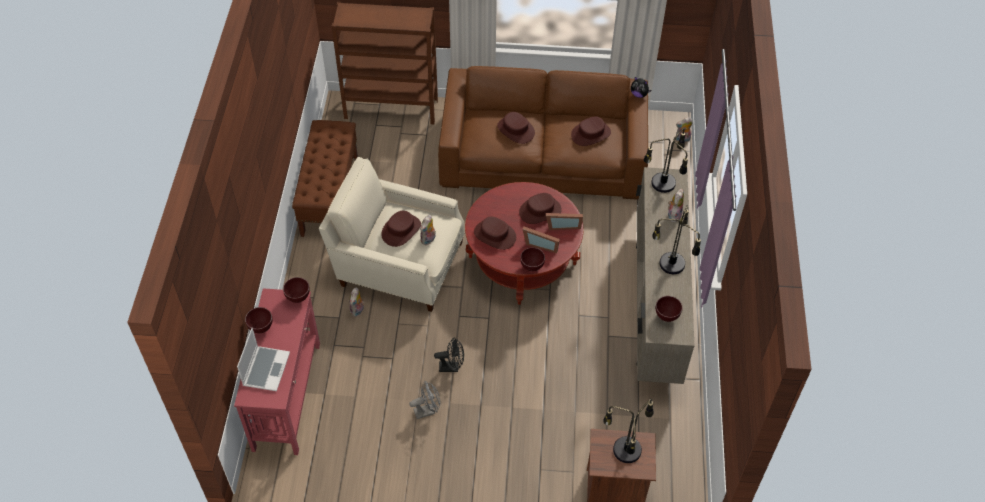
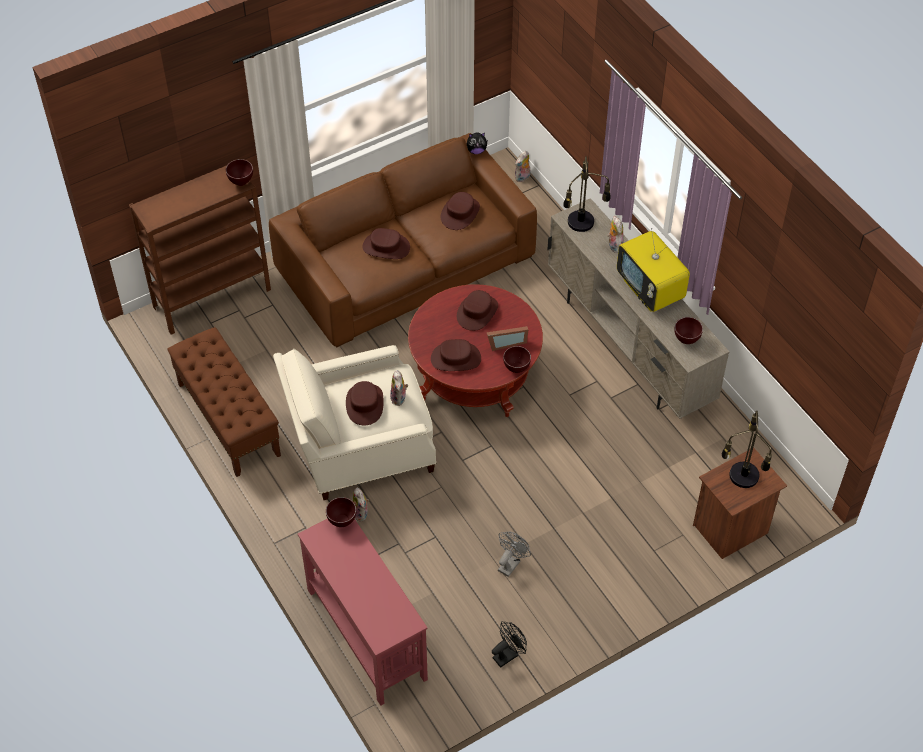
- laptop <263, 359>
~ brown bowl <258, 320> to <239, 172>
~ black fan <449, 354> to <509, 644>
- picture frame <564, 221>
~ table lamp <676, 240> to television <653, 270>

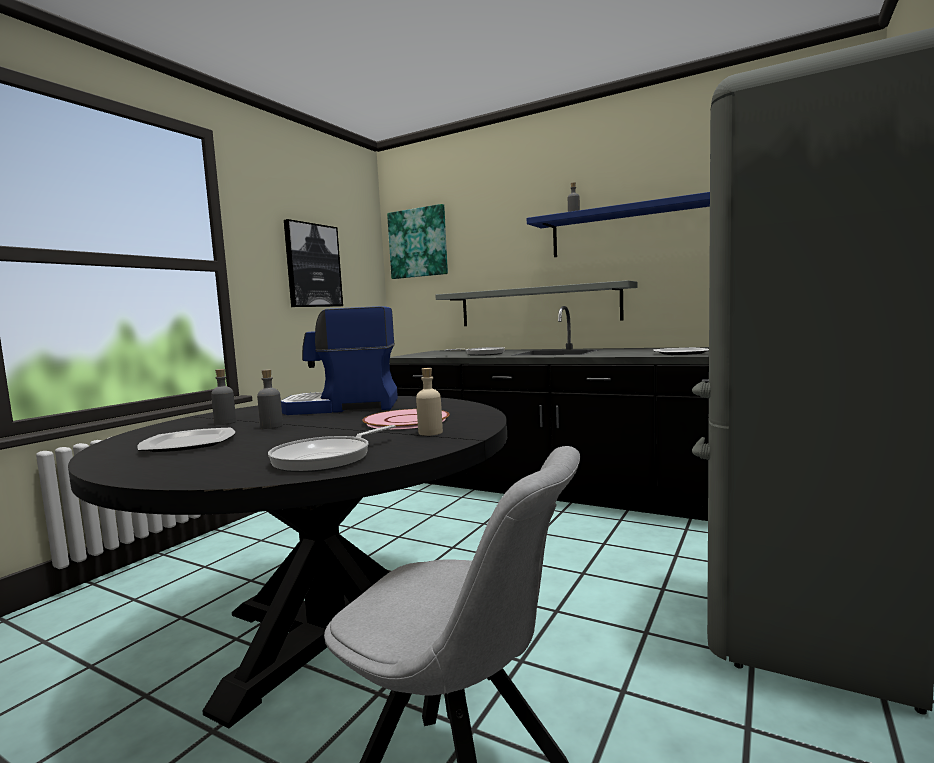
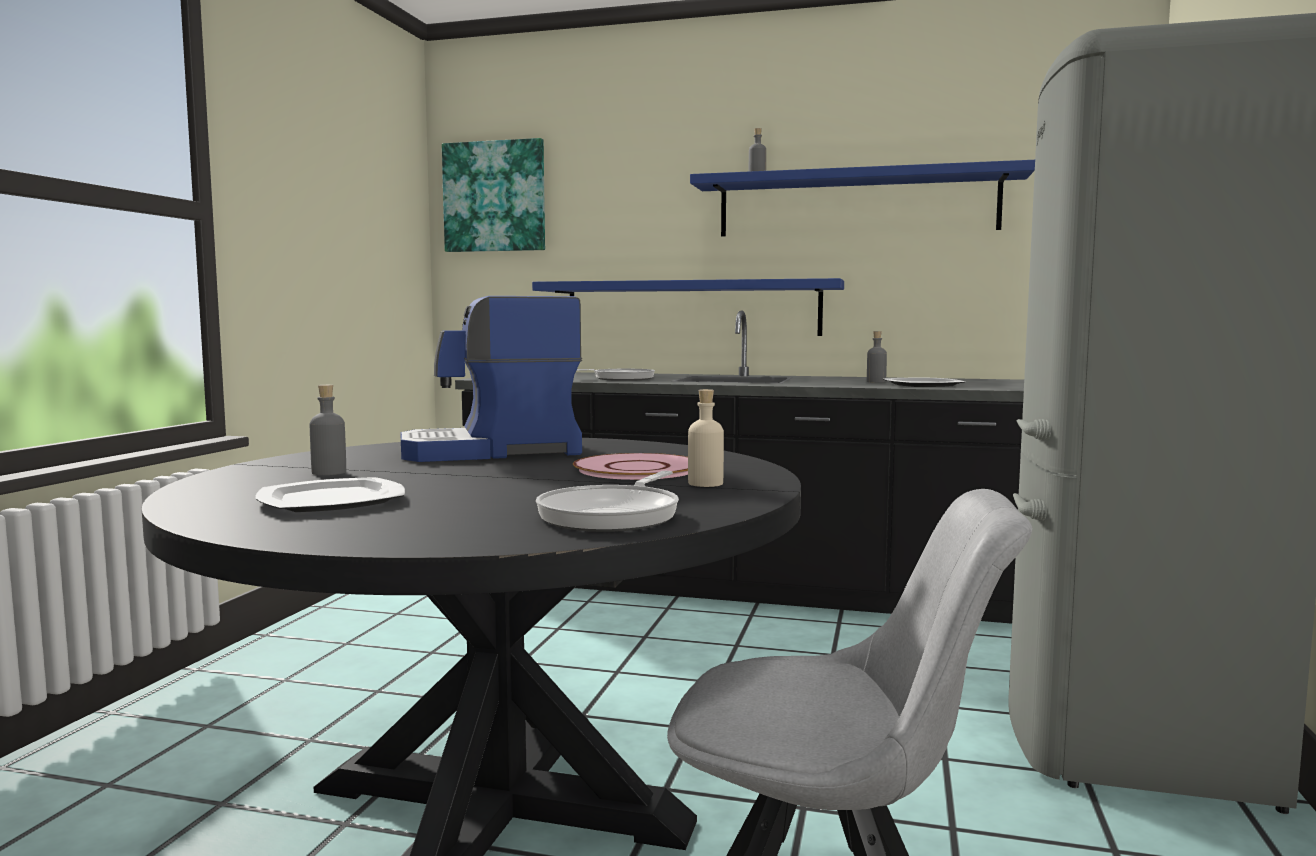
~ grey bottle <270, 399> to <877, 357>
- picture <313, 263>
~ grey shelf <536, 303> to blue shelf <688, 307>

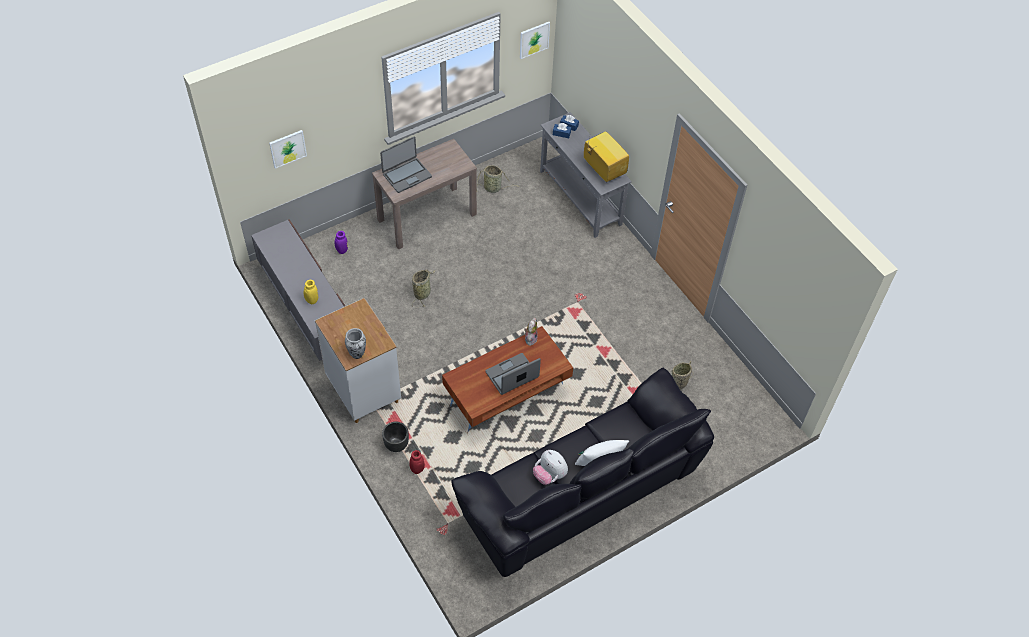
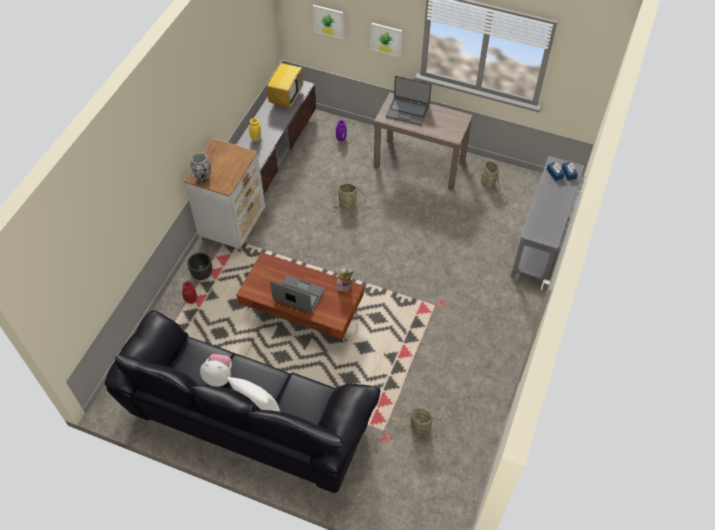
~ picture <535, 40> to <386, 40>
~ plush toy <550, 467> = <216, 370> 90 degrees clockwise
~ television <606, 156> to <285, 82>

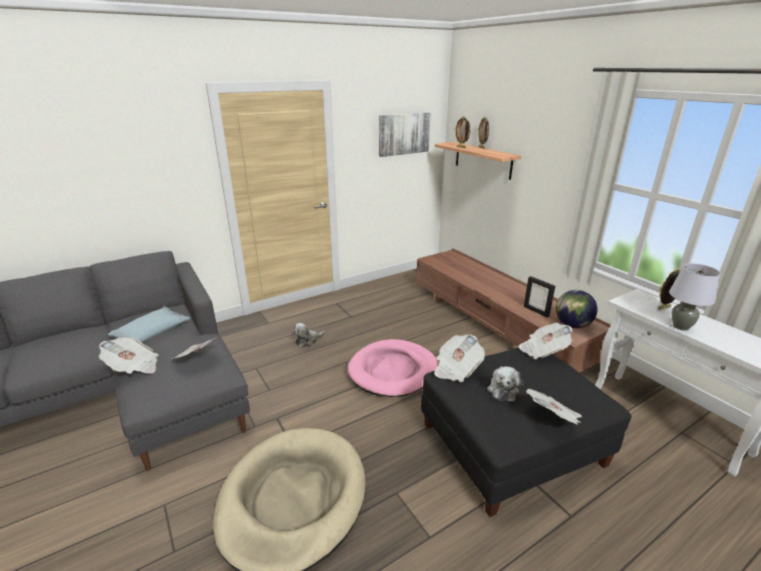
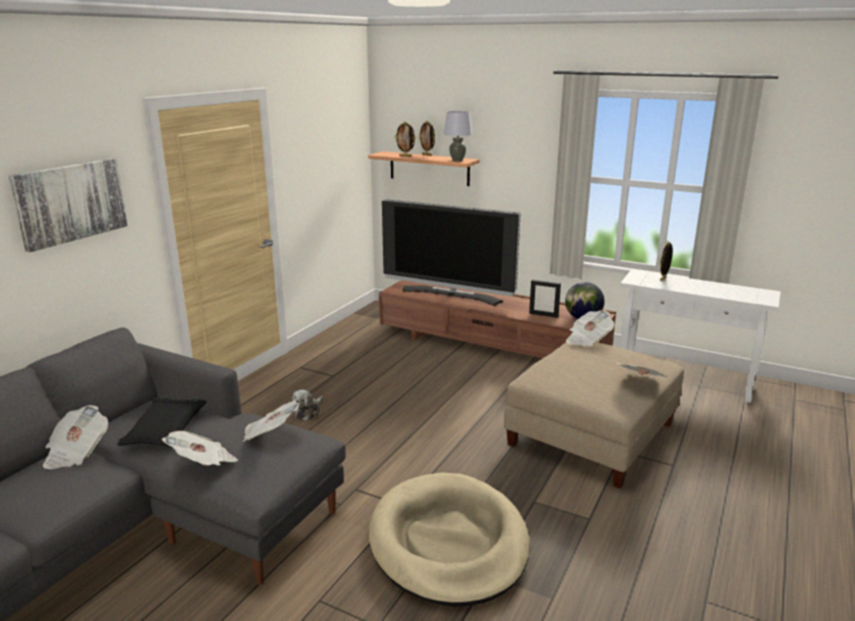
~ blue pillow <149, 324> to black pillow <162, 422>
- pink dog bed <392, 368>
~ picture <405, 134> to <68, 205>
~ black ottoman <526, 432> to beige ottoman <594, 415>
~ newspaper <459, 358> to <75, 437>
- plush toy <505, 384>
~ grey table lamp <695, 297> to <458, 136>
+ television <451, 252>

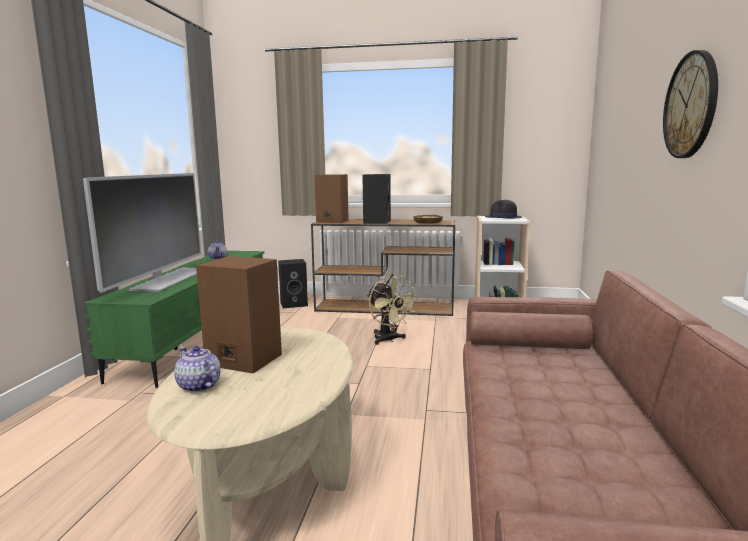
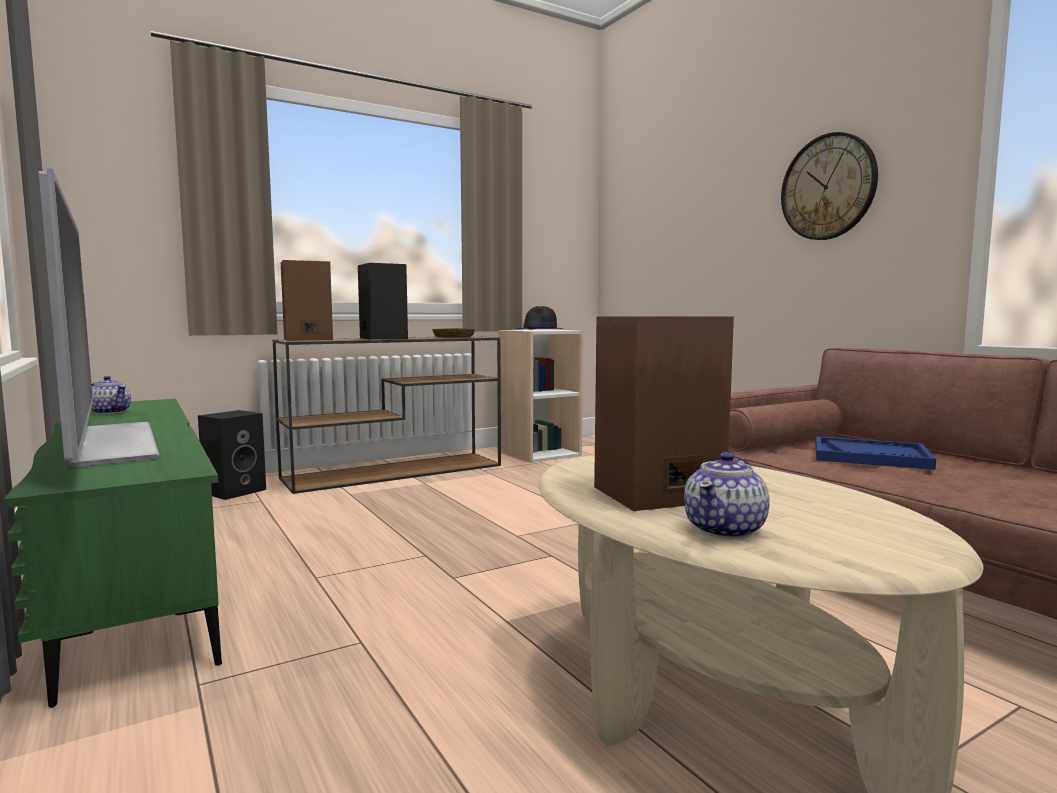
~ teapot <197, 369> = <727, 495> 60 degrees counterclockwise
- beige fan <393, 309>
+ blue tray <876, 453>

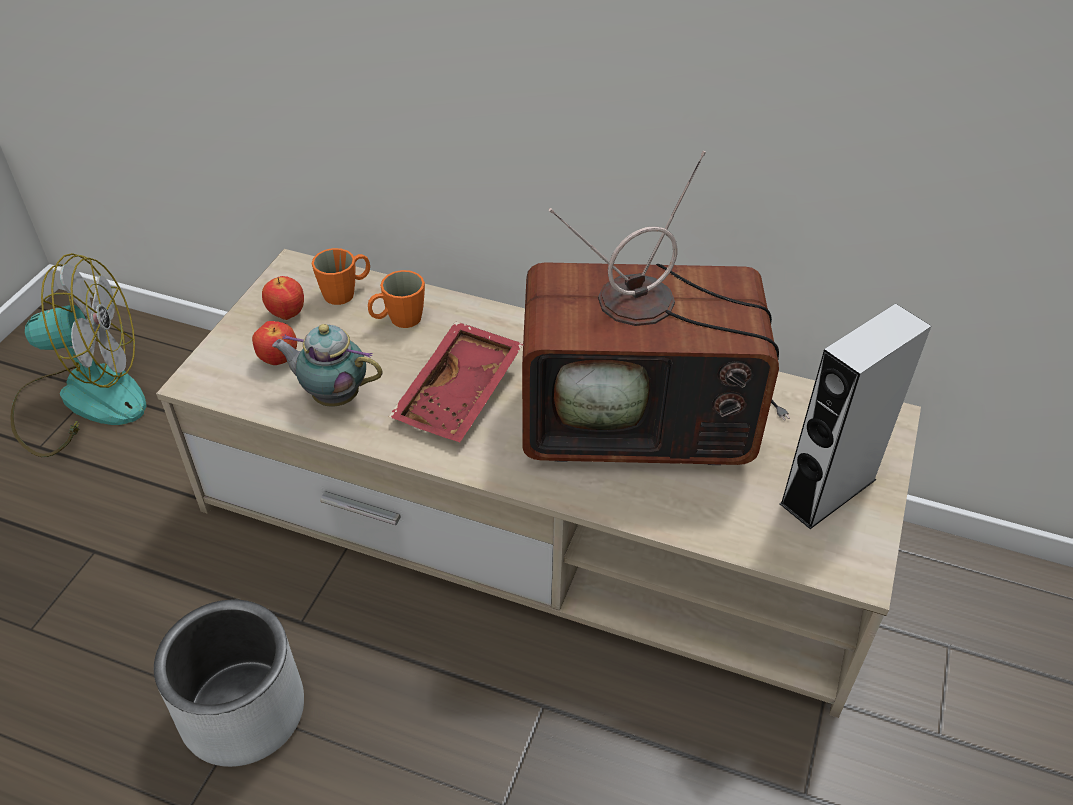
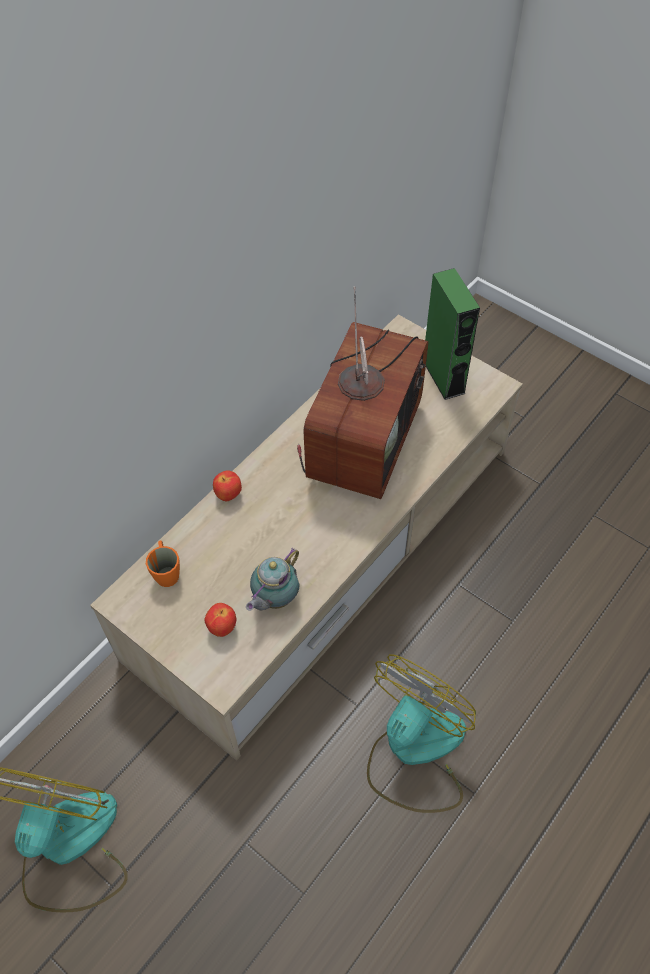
~ grey planter <229, 683> to fan <421, 733>
~ apple <283, 298> to <227, 485>
- orange mug <396, 299>
- red tray <456, 381>
~ grey speaker <855, 416> to green speaker <452, 334>

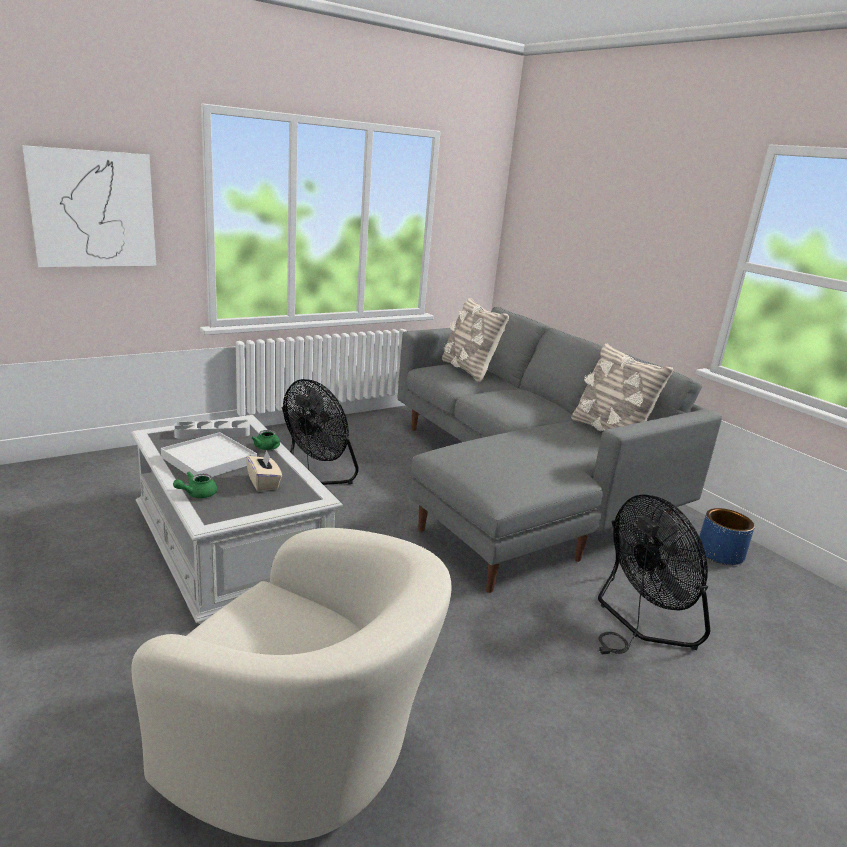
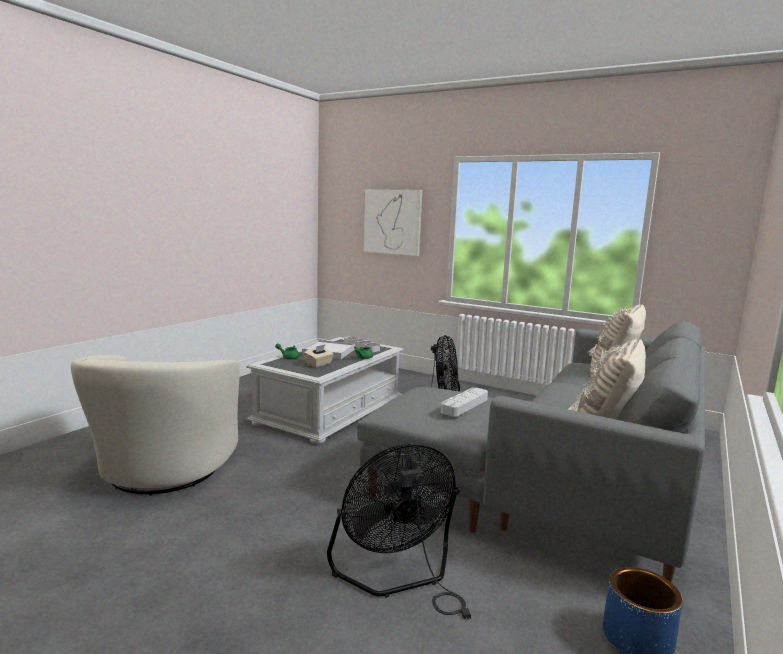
~ black fan <654, 574> = <399, 532> 150 degrees counterclockwise
+ grey tray <464, 402>

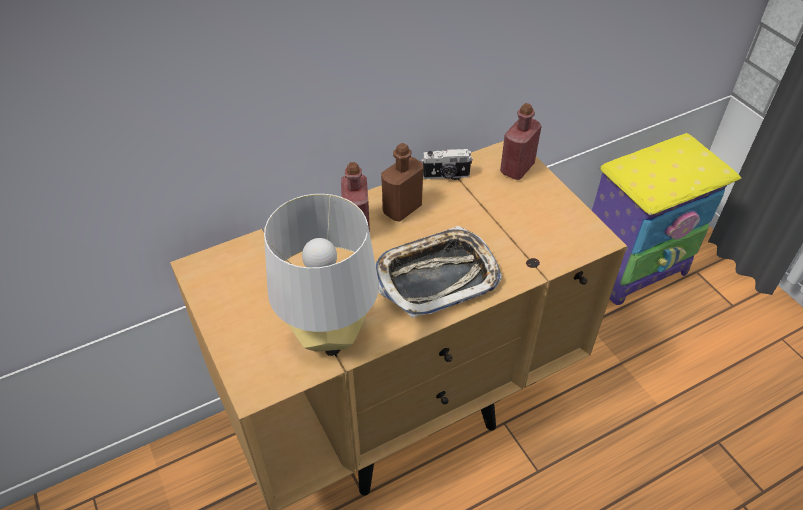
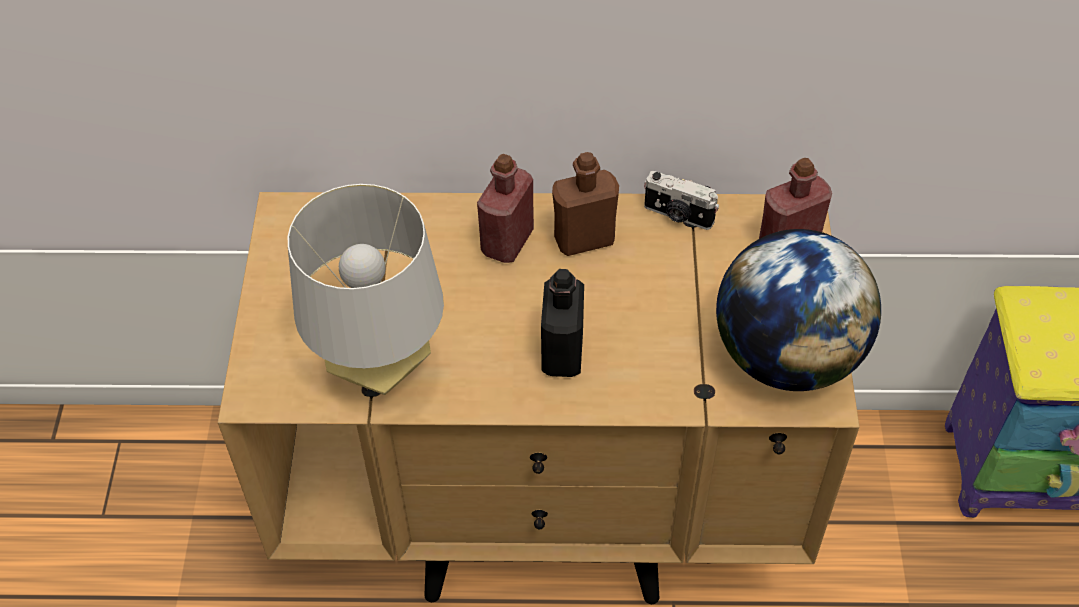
~ tray <438, 272> to black bottle <562, 323>
+ globe <798, 310>

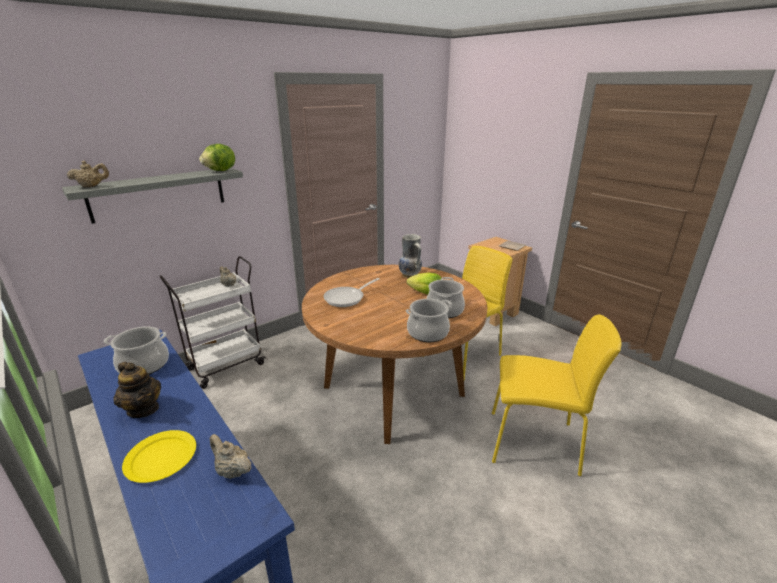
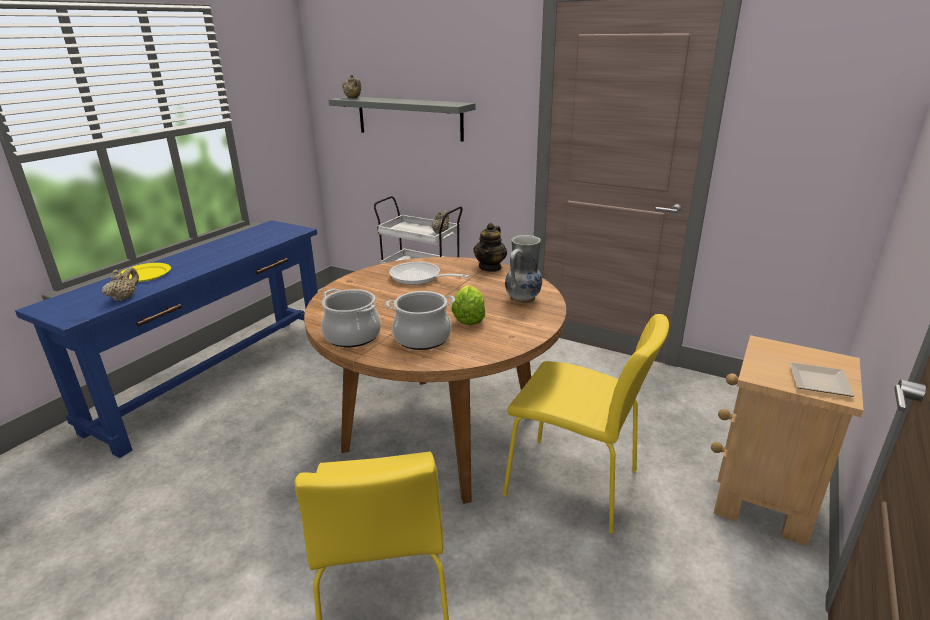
- cooking pot <136, 350>
~ teapot <137, 390> to <490, 247>
- lettuce <217, 157>

